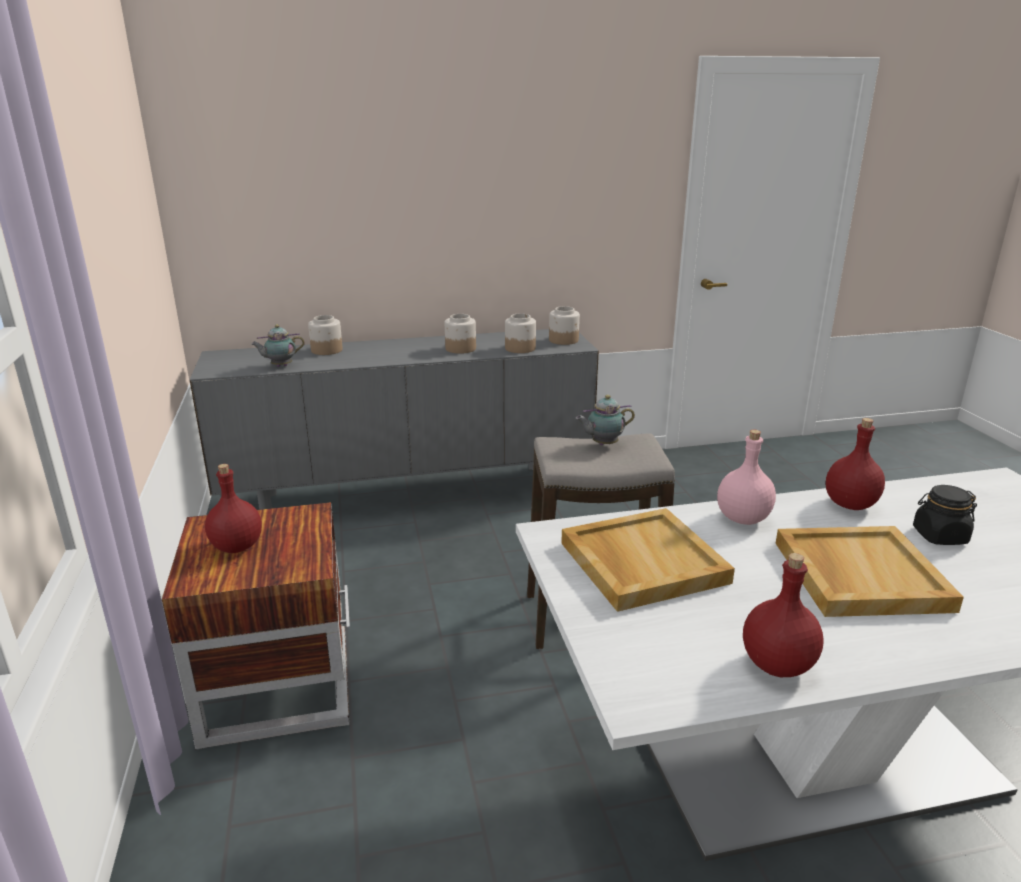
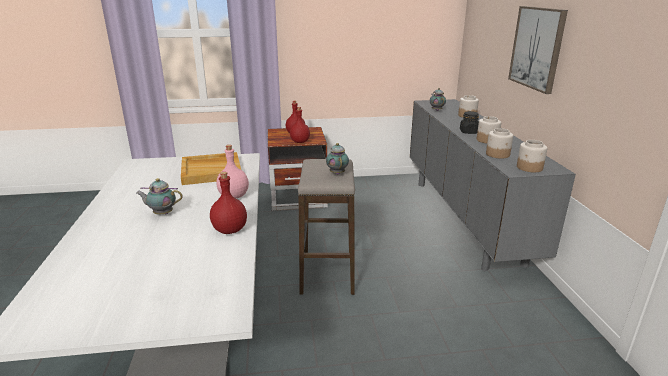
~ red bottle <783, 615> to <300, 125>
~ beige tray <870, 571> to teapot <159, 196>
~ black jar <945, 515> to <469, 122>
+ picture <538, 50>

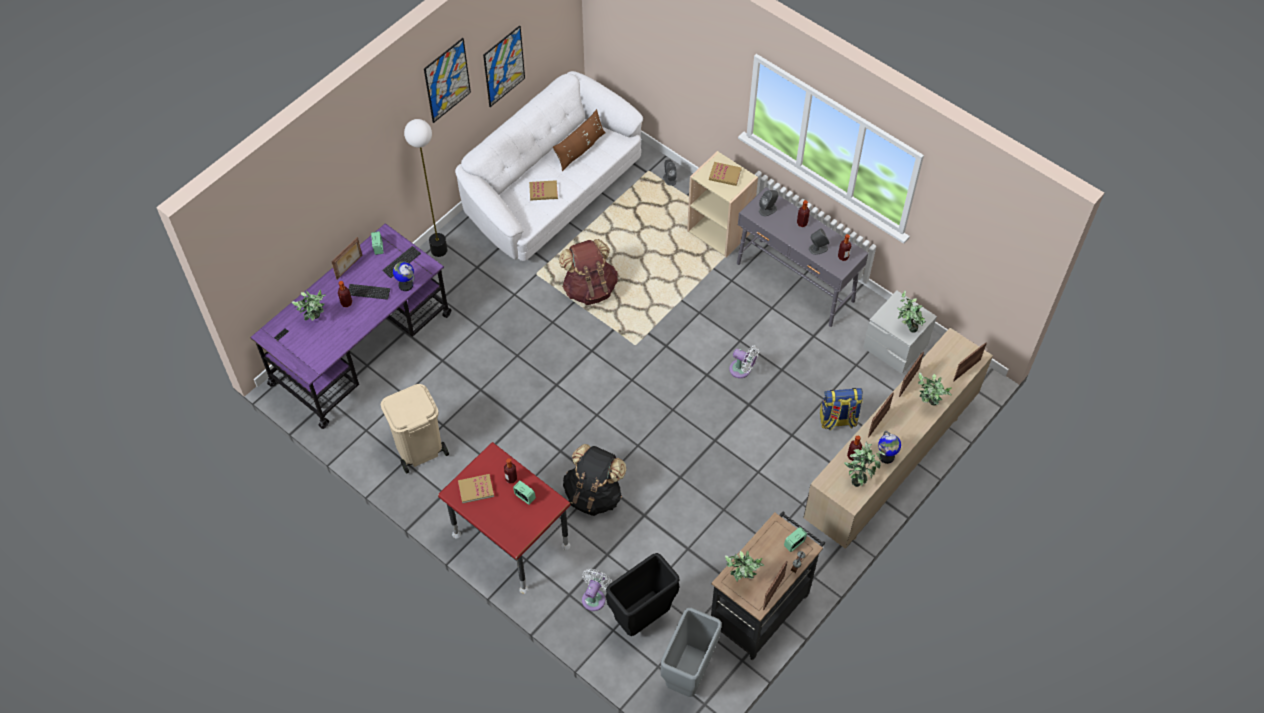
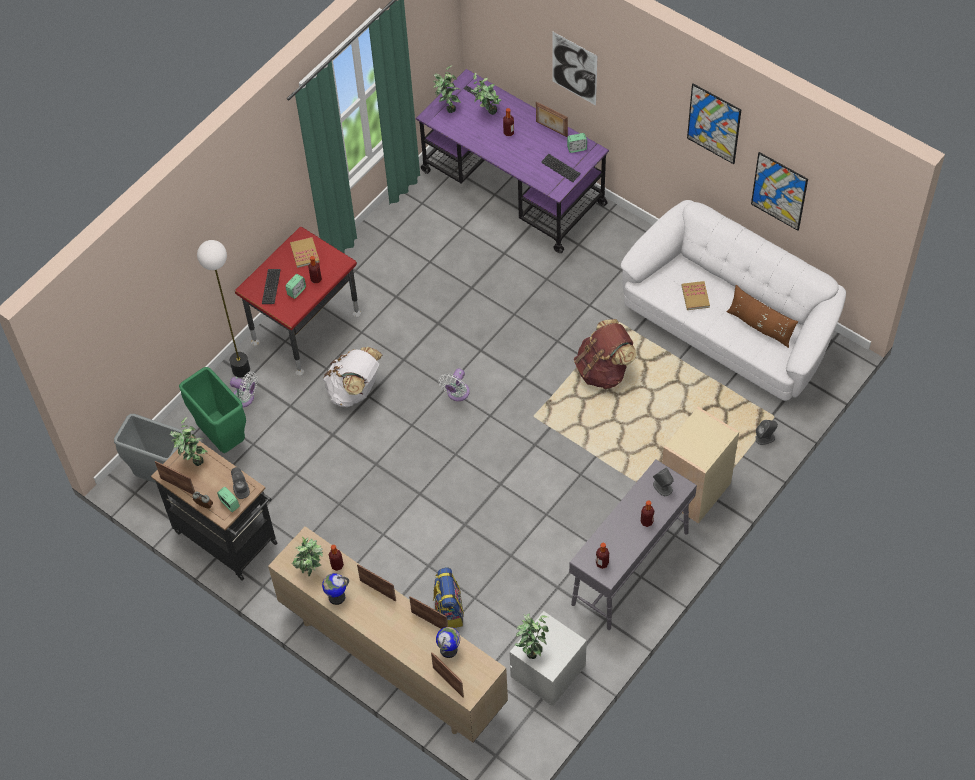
~ keyboard <369, 292> to <271, 286>
- beige trash can <415, 429>
~ globe <404, 276> to <448, 642>
~ floor lamp <425, 188> to <223, 308>
~ black backpack <594, 480> to white backpack <352, 377>
~ black trash can <642, 594> to green trash can <212, 410>
- book <725, 174>
~ white fan <744, 362> to <454, 384>
~ grey speaker <819, 241> to <240, 483>
~ potted plant <935, 389> to <447, 89>
+ picture <574, 68>

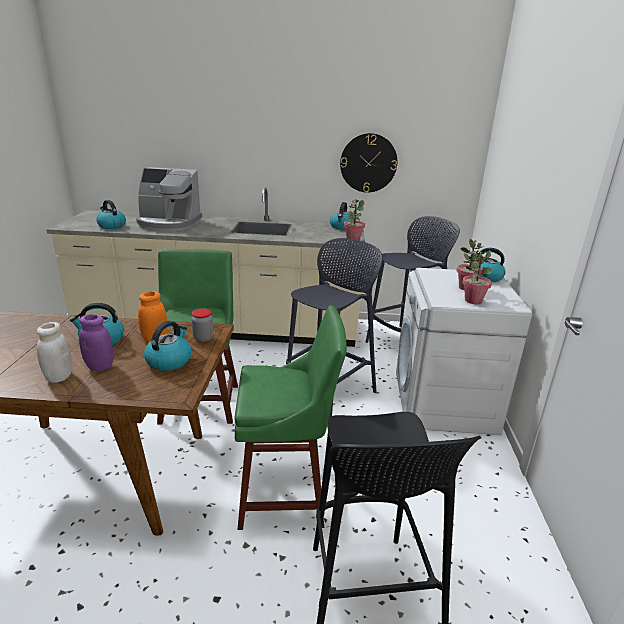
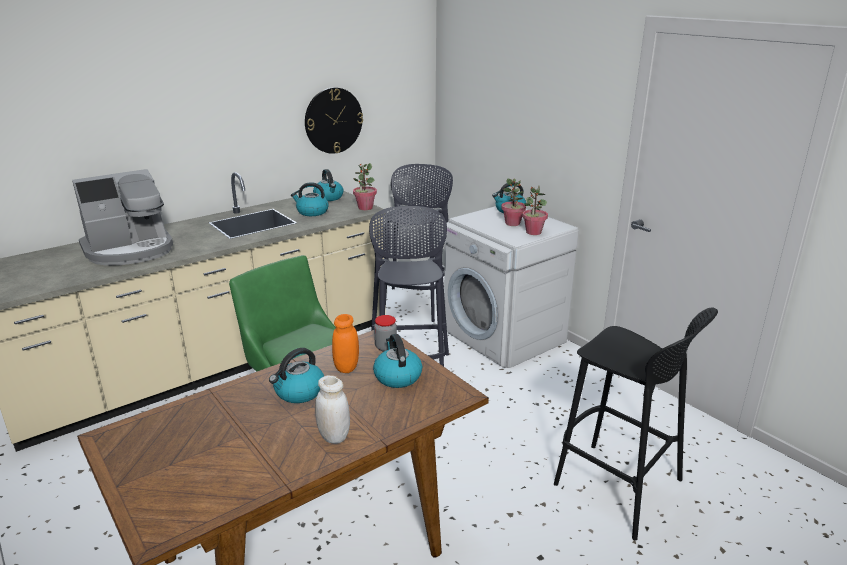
- purple jar <96, 342>
~ kettle <111, 214> to <310, 199>
- green chair <291, 417>

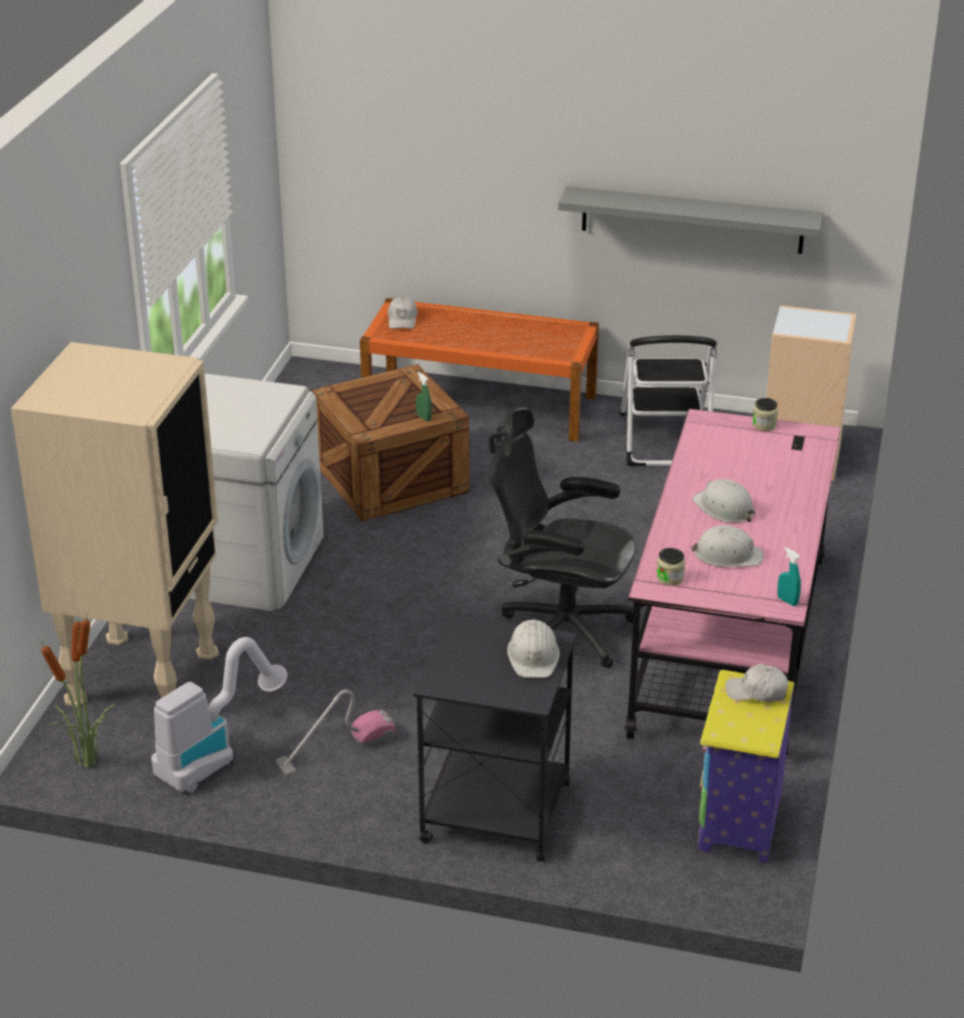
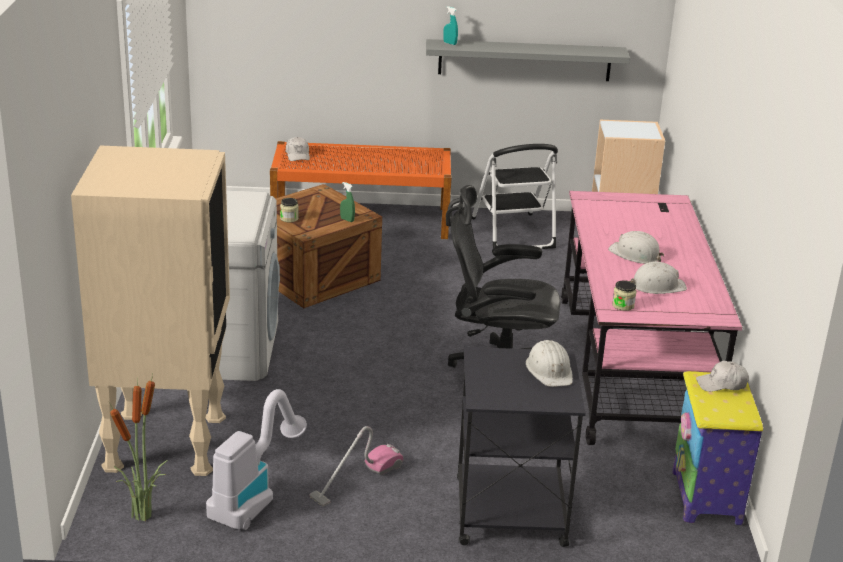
~ jar <765, 414> to <289, 210>
~ turquoise spray bottle <789, 576> to <450, 25>

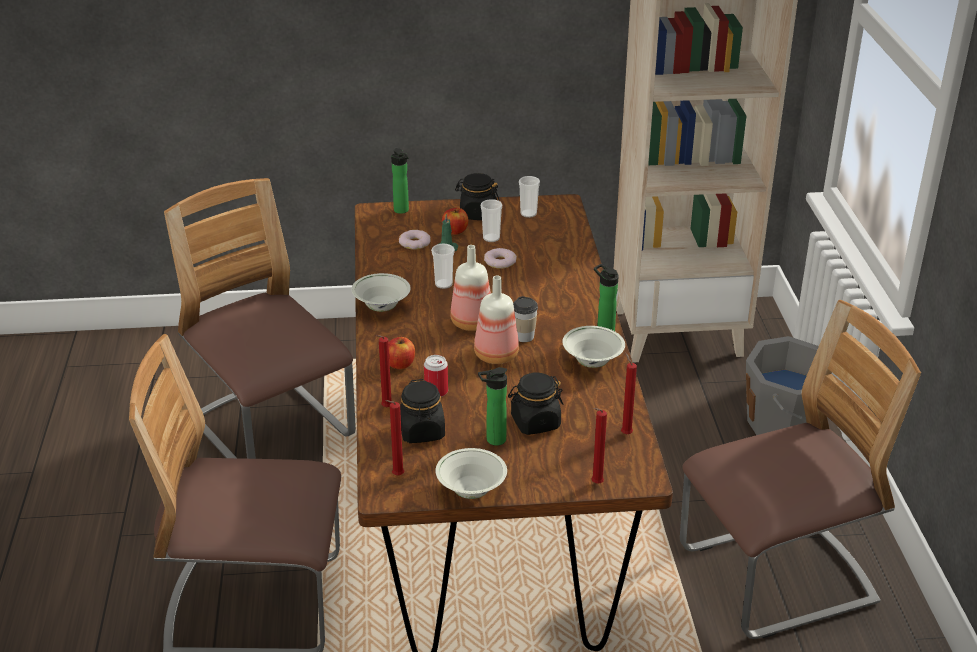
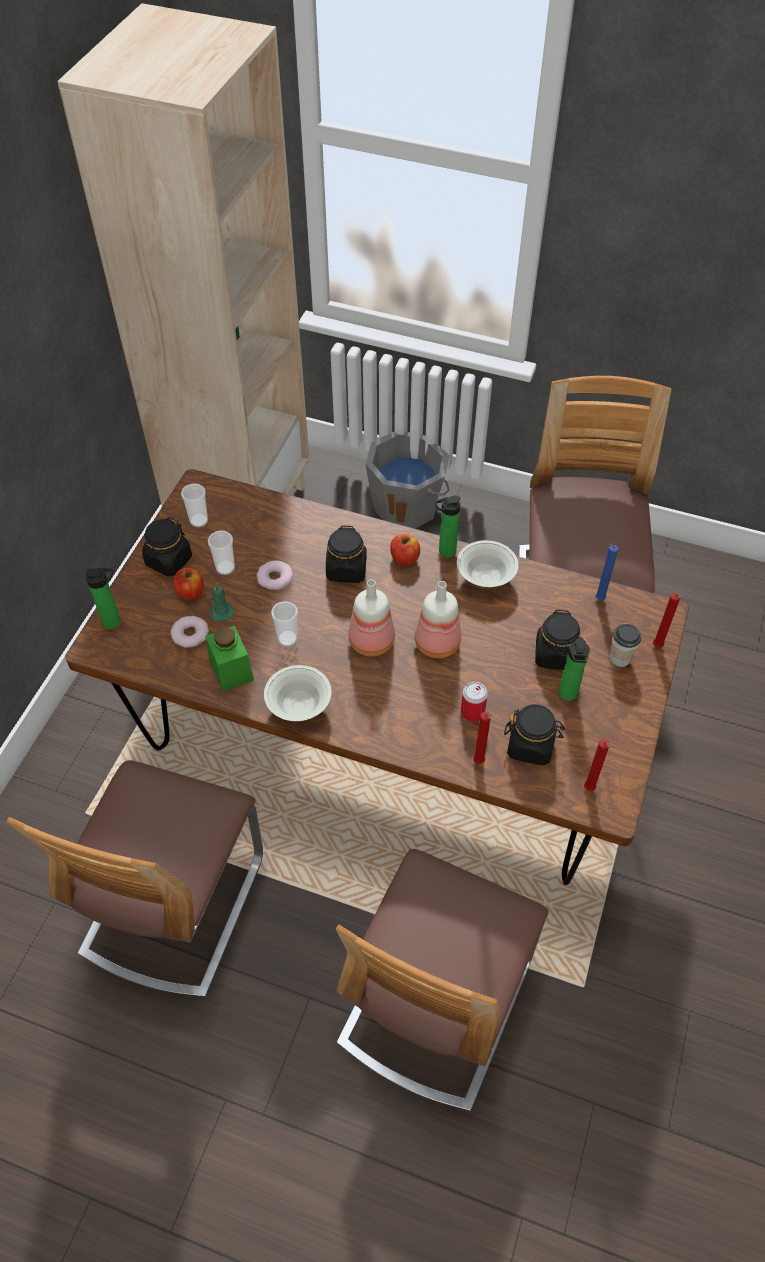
~ chair <260, 318> = <135, 878> 60 degrees counterclockwise
~ apple <402, 353> to <405, 549>
- white bowl <471, 473>
~ cup <525, 319> to <625, 645>
~ red candle <629, 394> to blue candle <606, 571>
+ green jar <229, 658>
+ black jar <346, 554>

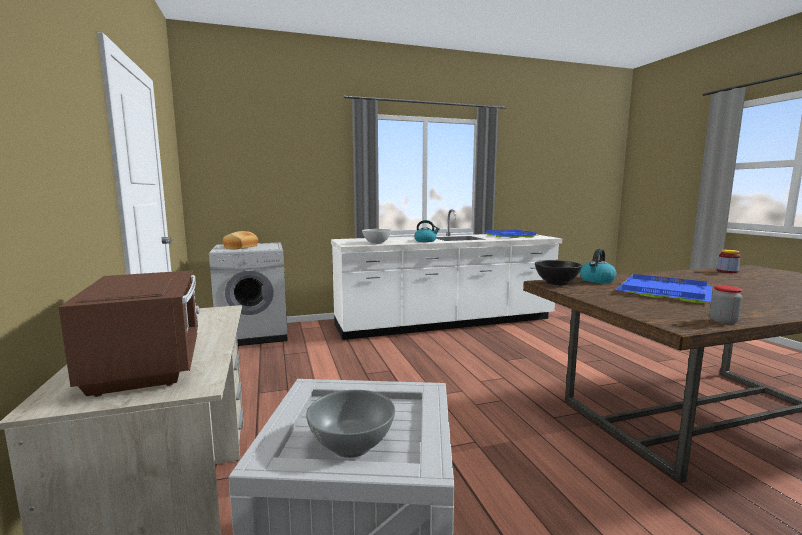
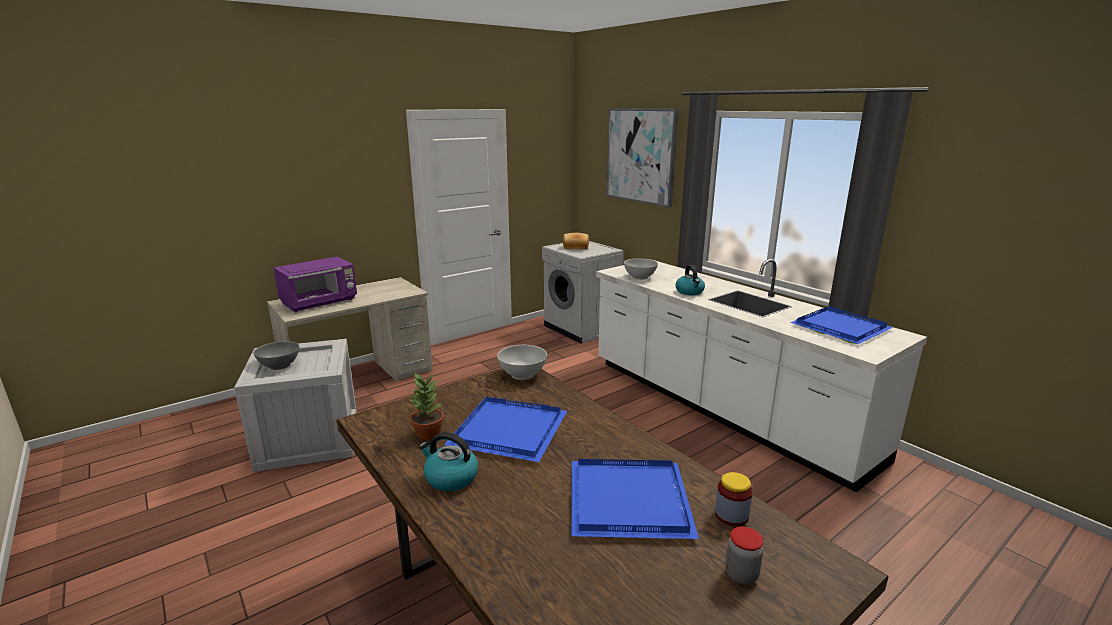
~ brown microwave <129, 334> to purple microwave <315, 284>
~ black bowl <558, 272> to white bowl <522, 362>
~ kettle <598, 266> to <448, 461>
~ jar <726, 304> to <744, 556>
+ potted plant <427, 406>
+ blue tray <635, 499>
+ picture <642, 158>

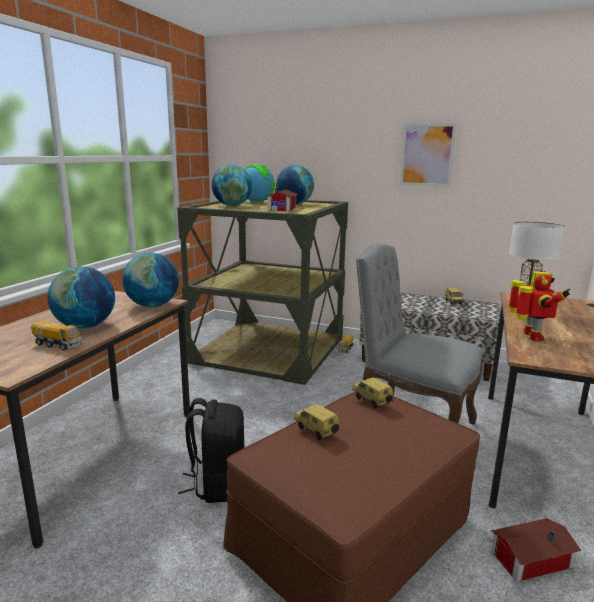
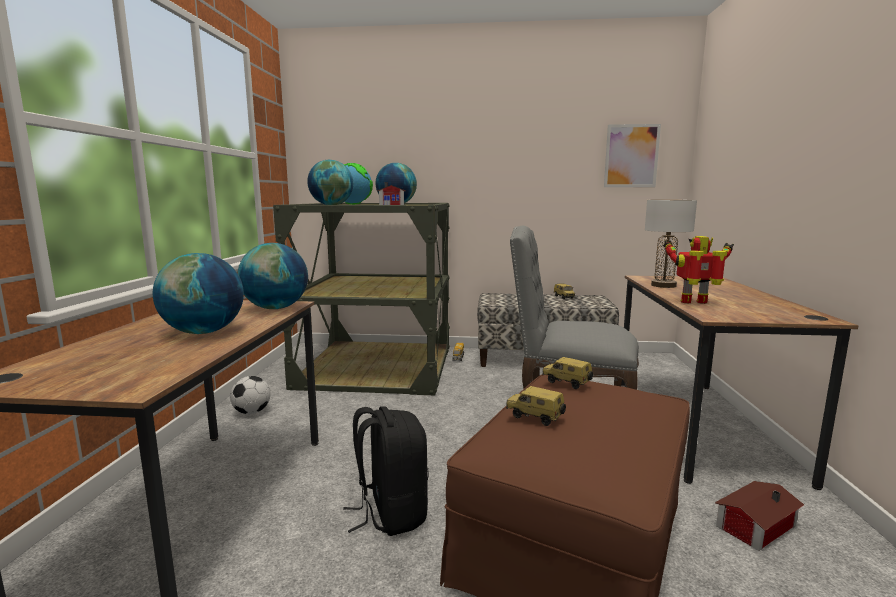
- toy truck <57, 336>
~ picture <428, 155> to <632, 155>
~ toy robot <539, 306> = <698, 270> 75 degrees counterclockwise
+ football <250, 395>

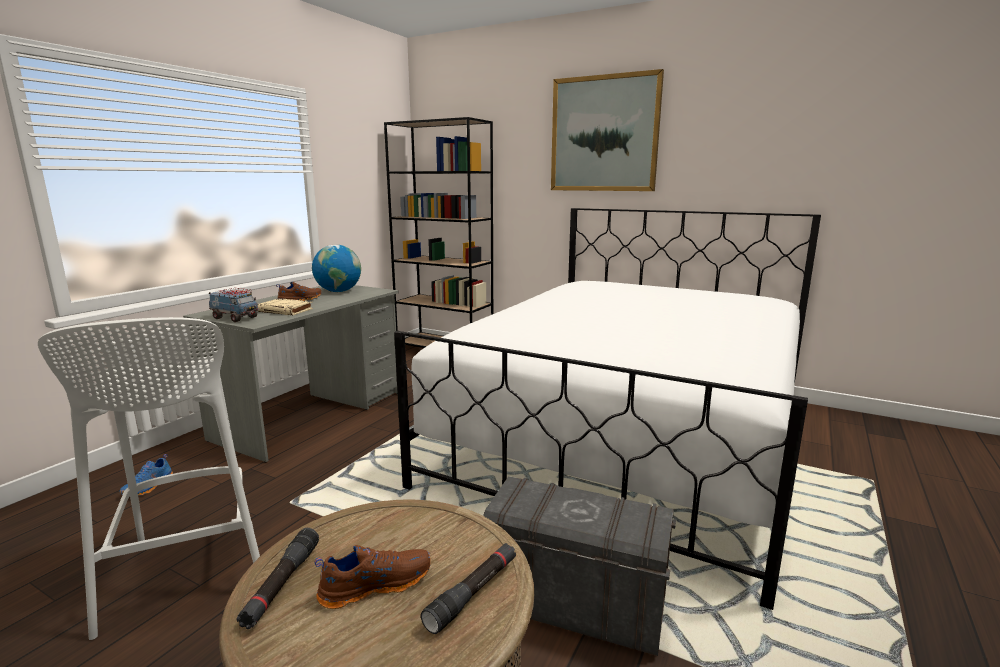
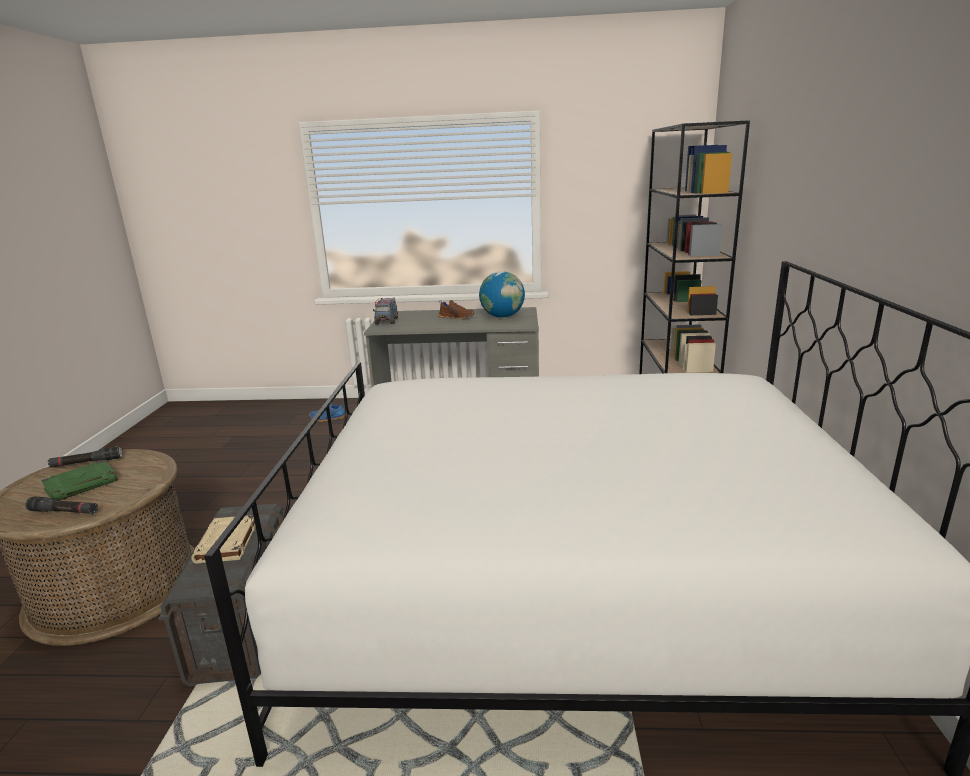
- white stool <149, 478>
~ beige book <285, 306> to <223, 539>
~ brown shoe <372, 577> to green book <79, 480>
- picture <607, 130>

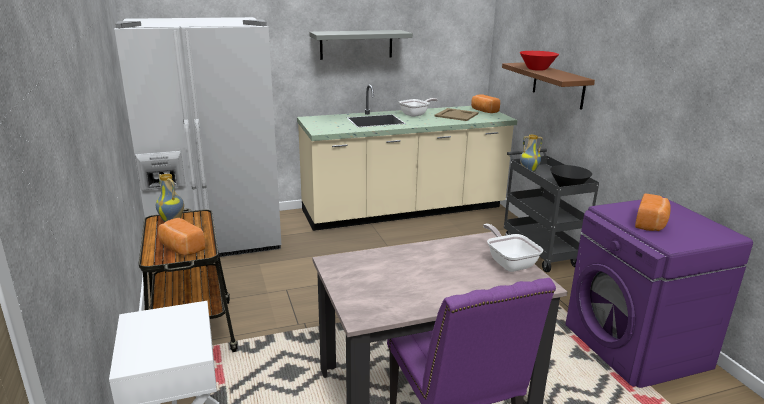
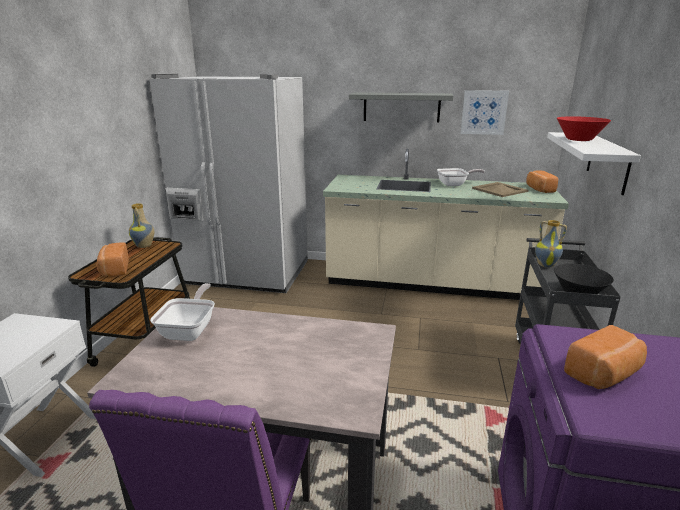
~ frying pan <513, 248> to <182, 312>
~ brown shelf <548, 86> to white shelf <594, 163>
+ picture <485, 112>

